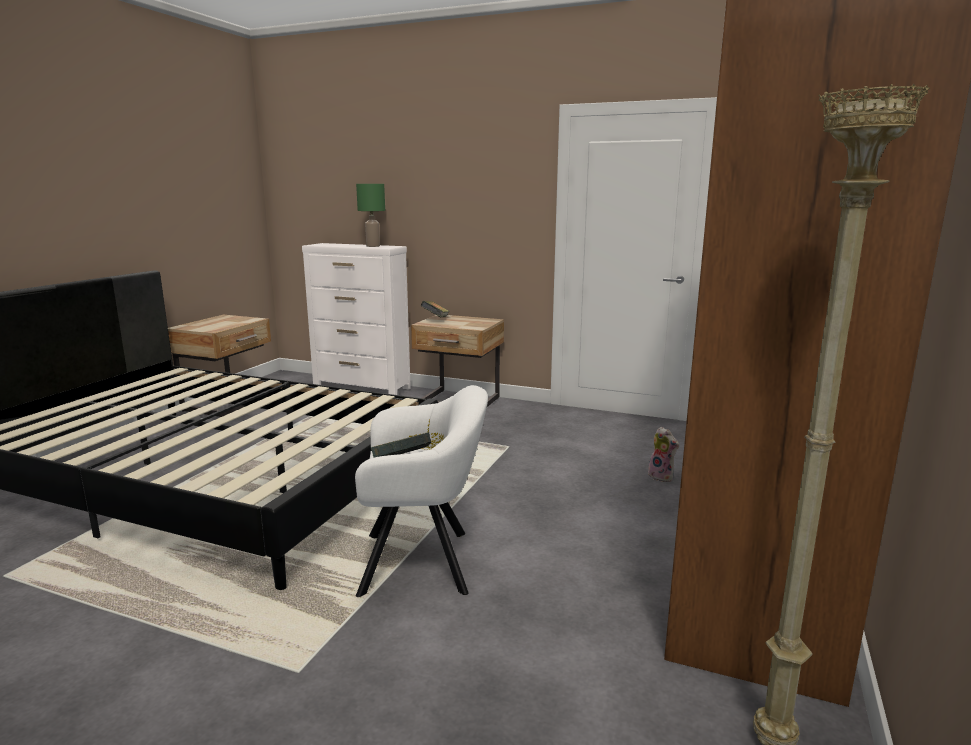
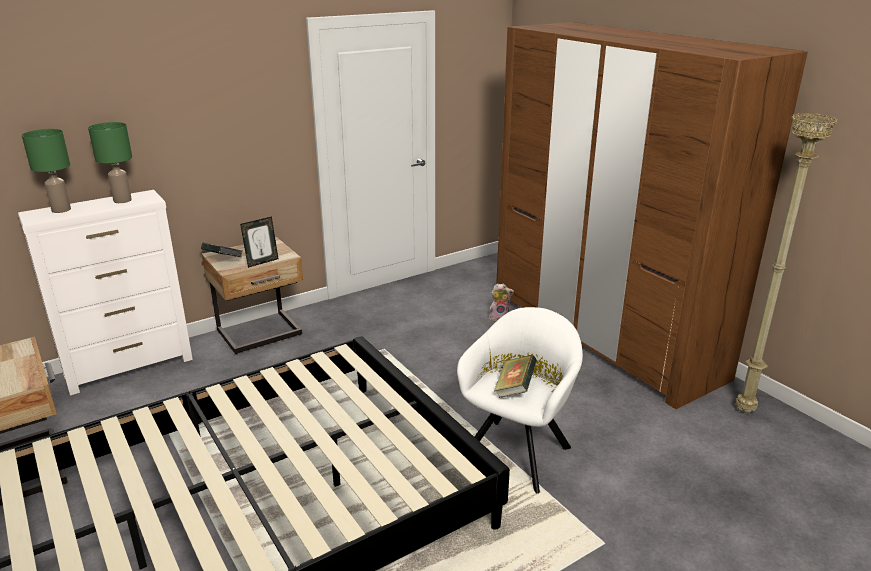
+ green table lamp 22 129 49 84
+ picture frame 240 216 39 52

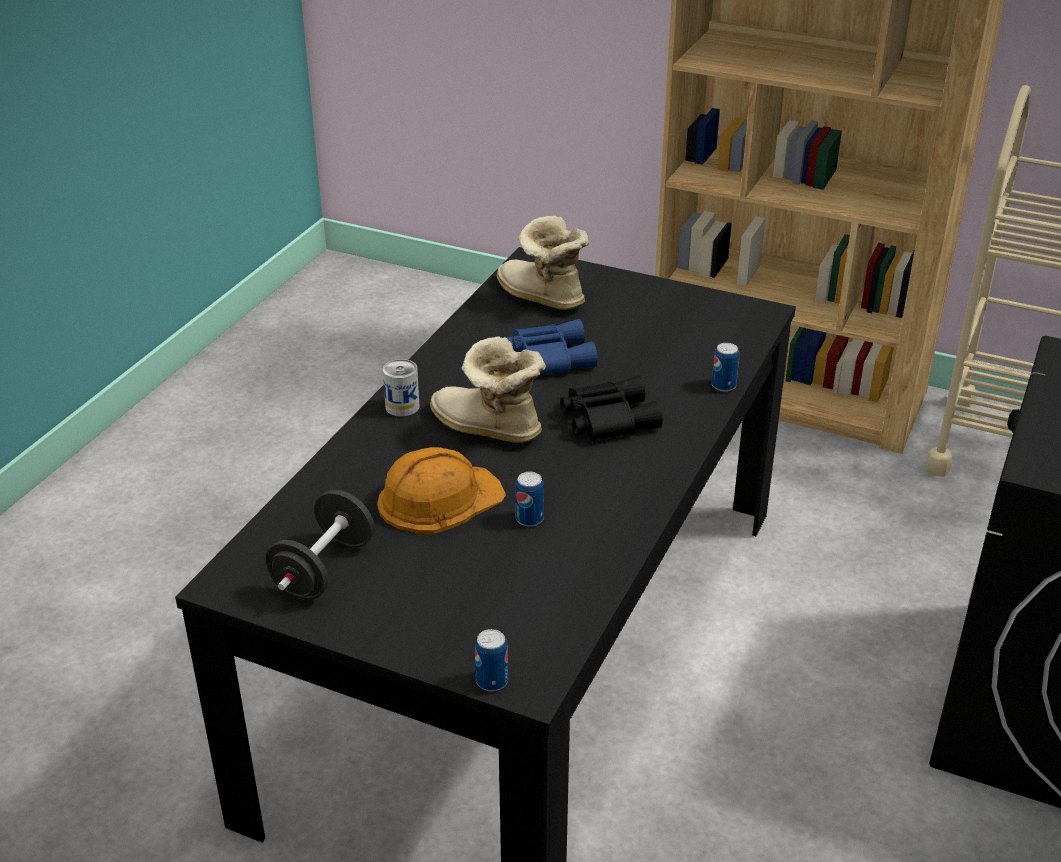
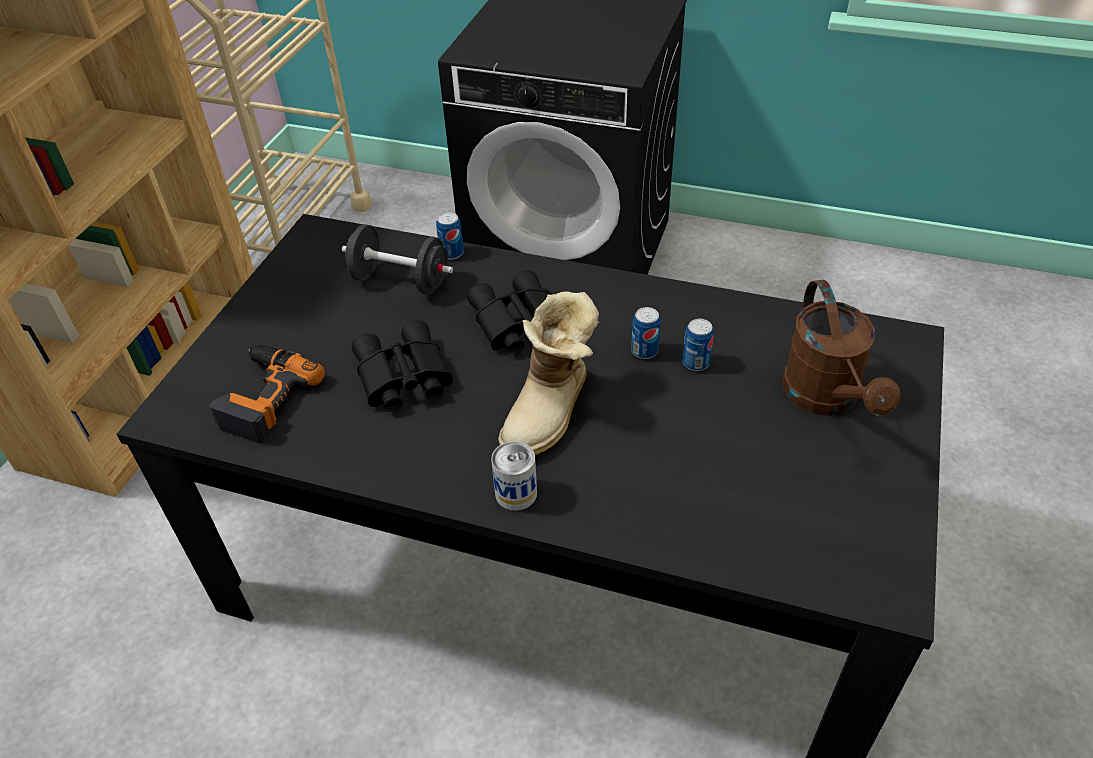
~ boot 497 216 92 94 to power drill 209 345 116 98
~ black dumbbell 266 490 108 110 to 342 224 111 71
~ blue binoculars 505 319 93 56 to black binoculars 352 320 101 91
~ can 475 629 33 62 to 631 307 30 52
+ brown watering can 782 280 119 136
- orange hard hat 377 447 129 87

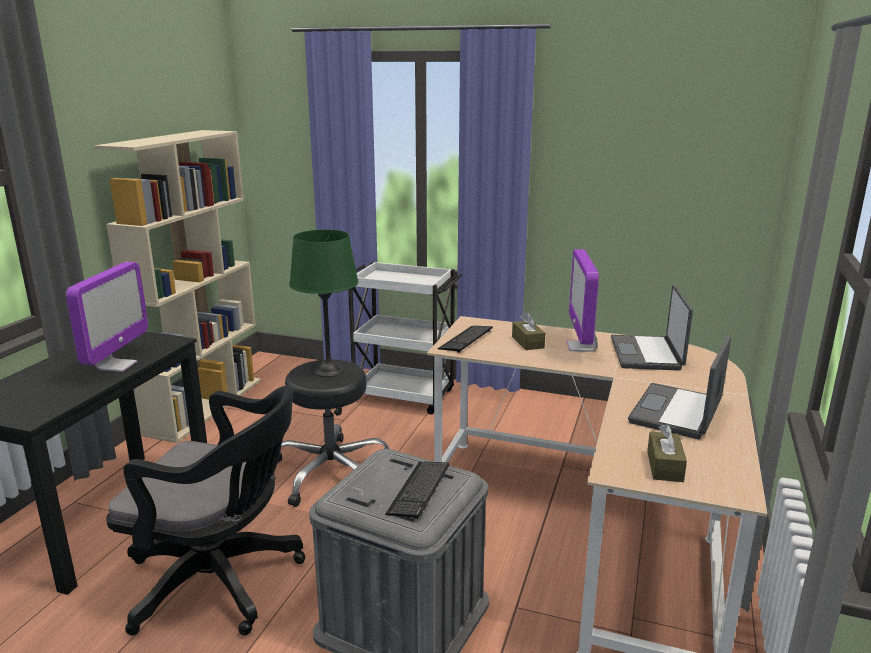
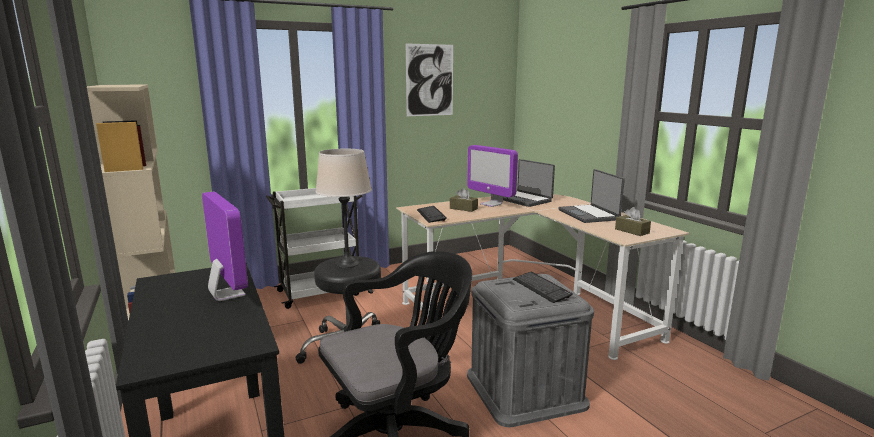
~ green table lamp 289 229 70 148 to beige table lamp 315 149 57 119
+ picture 406 43 47 73

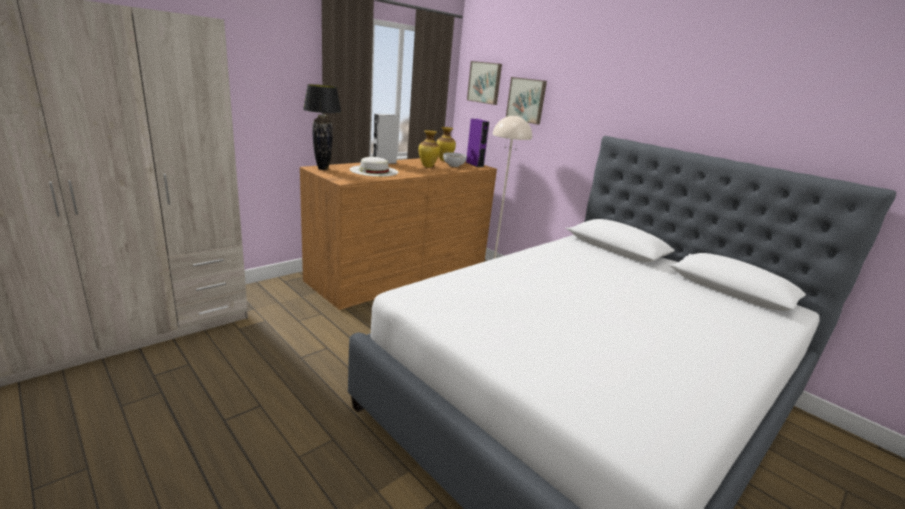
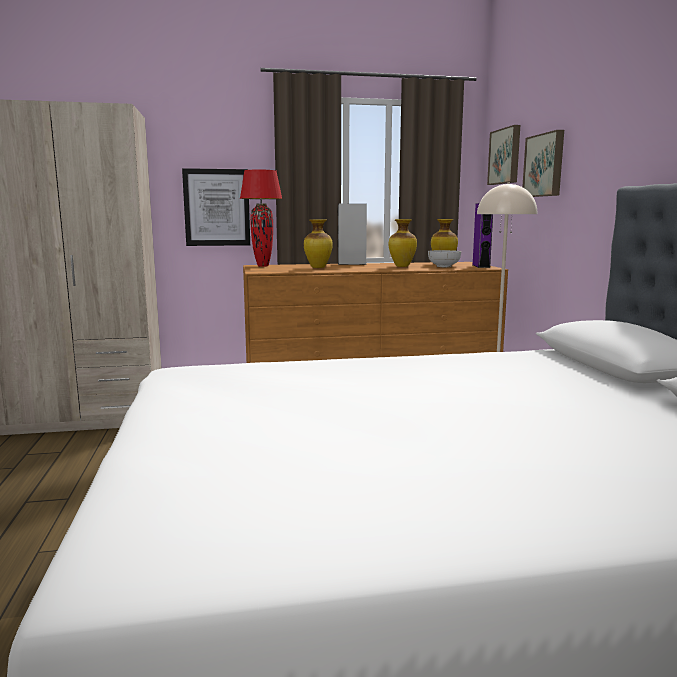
+ picture 182 168 68 78
~ black table lamp 303 84 38 86 to red table lamp 240 170 43 97
~ white hat 349 157 50 20 to vase 304 219 29 49

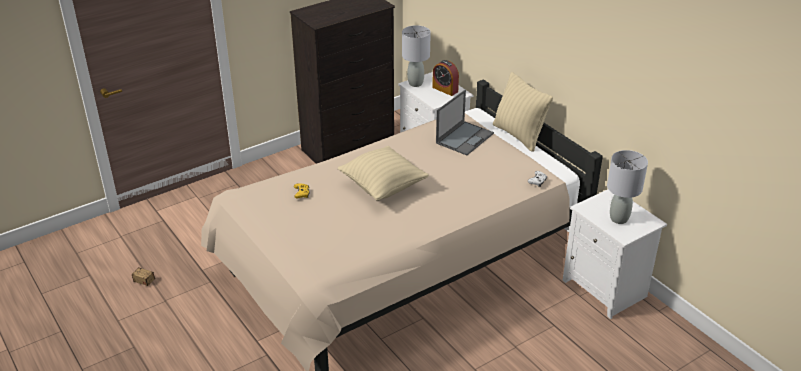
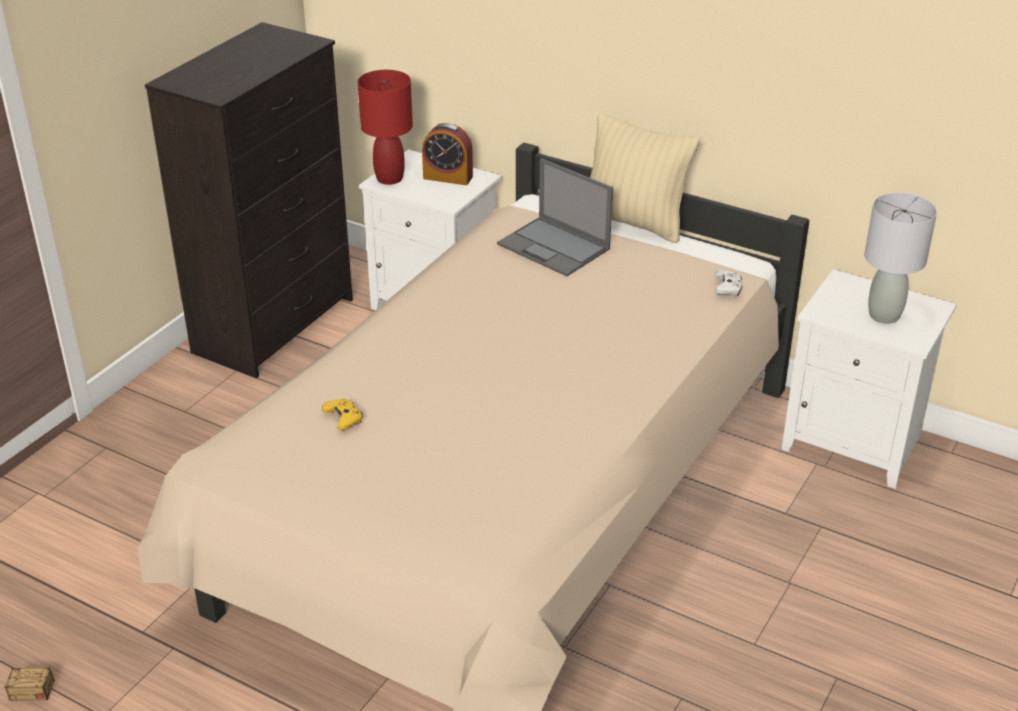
~ grey table lamp 402 25 29 62 to red table lamp 358 70 55 115
~ laptop 436 90 58 65 = 497 158 116 118 120 degrees clockwise
- beige pillow 337 146 92 55

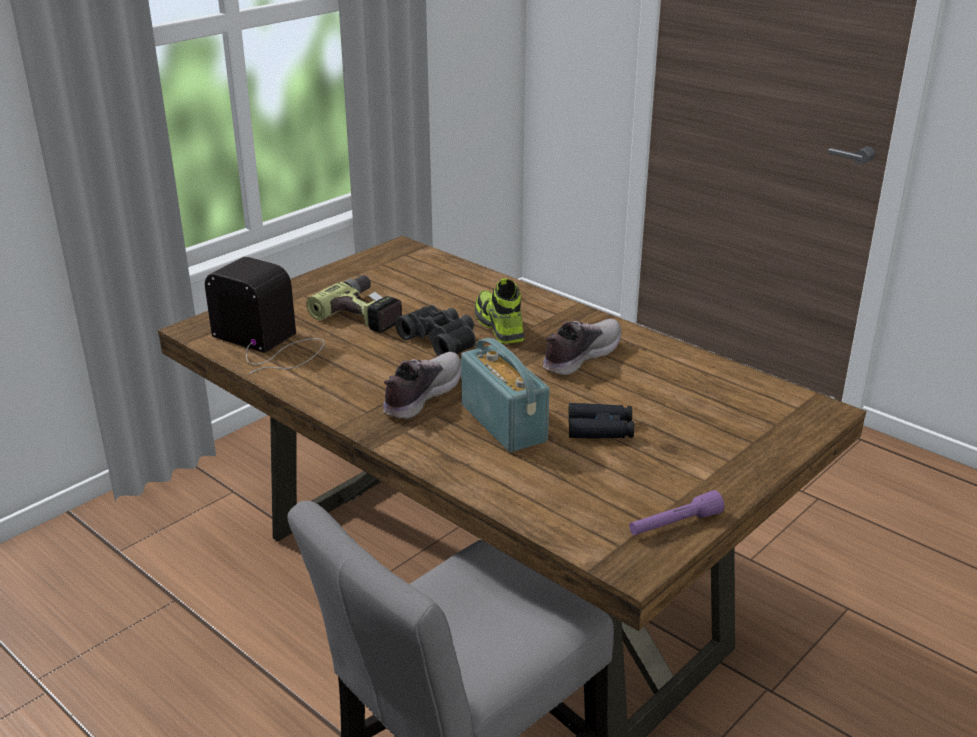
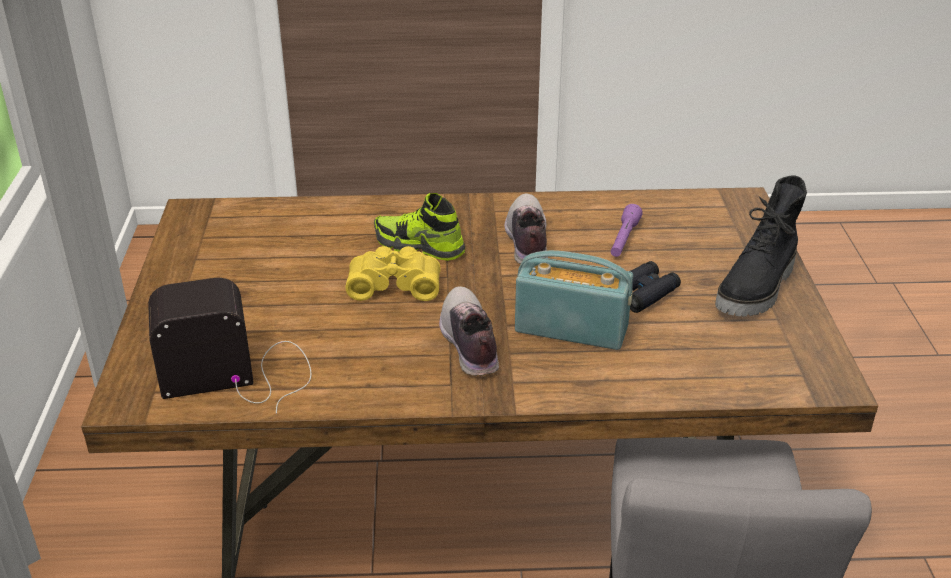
~ black binoculars 395 305 81 51 to yellow binoculars 345 246 96 55
~ purple flashlight 629 490 95 45 to 611 204 32 53
+ black boot 715 176 92 140
- power drill 306 275 96 58

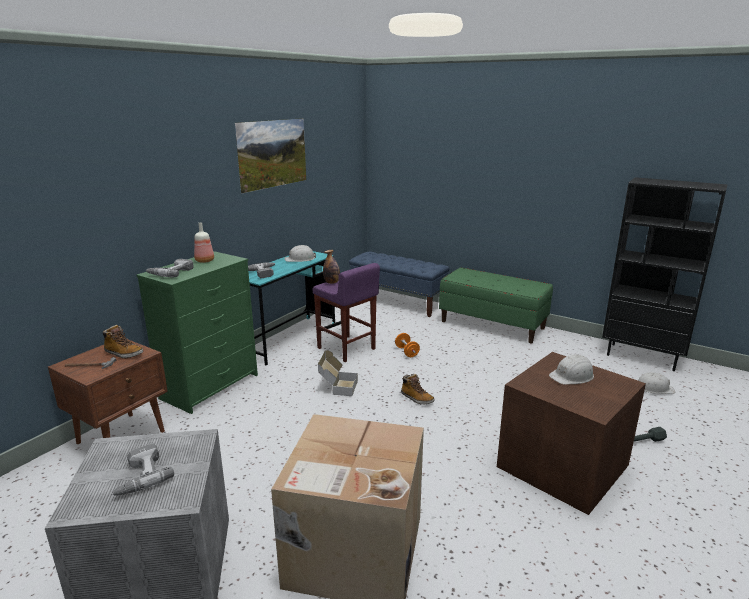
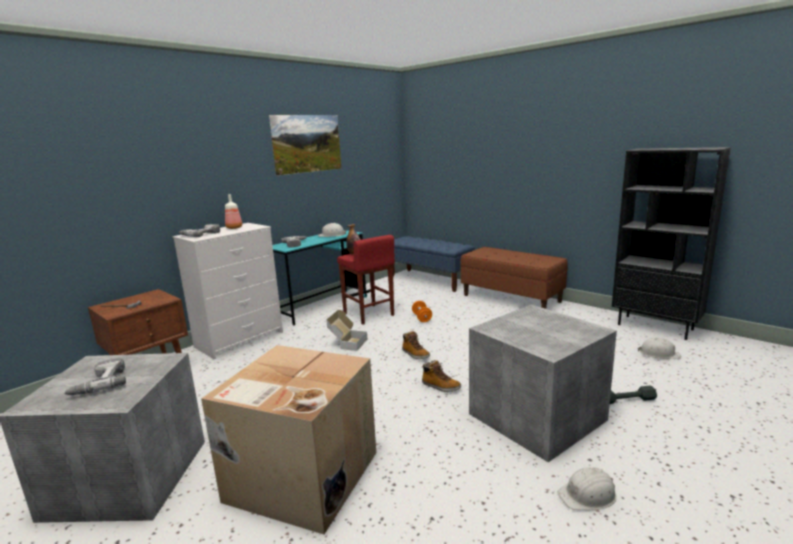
~ green dresser 137 251 121 163 to white dresser 172 223 111 136
~ purple stool 312 263 68 99 to red stool 337 235 58 90
~ boot 103 325 40 33 to 422 360 39 32
~ green bench 439 268 114 75 to brown bench 461 247 107 62
~ brown storage box 497 352 149 163 to grey storage box 469 304 148 158
~ white hard hat 549 354 45 31 to 557 467 59 43

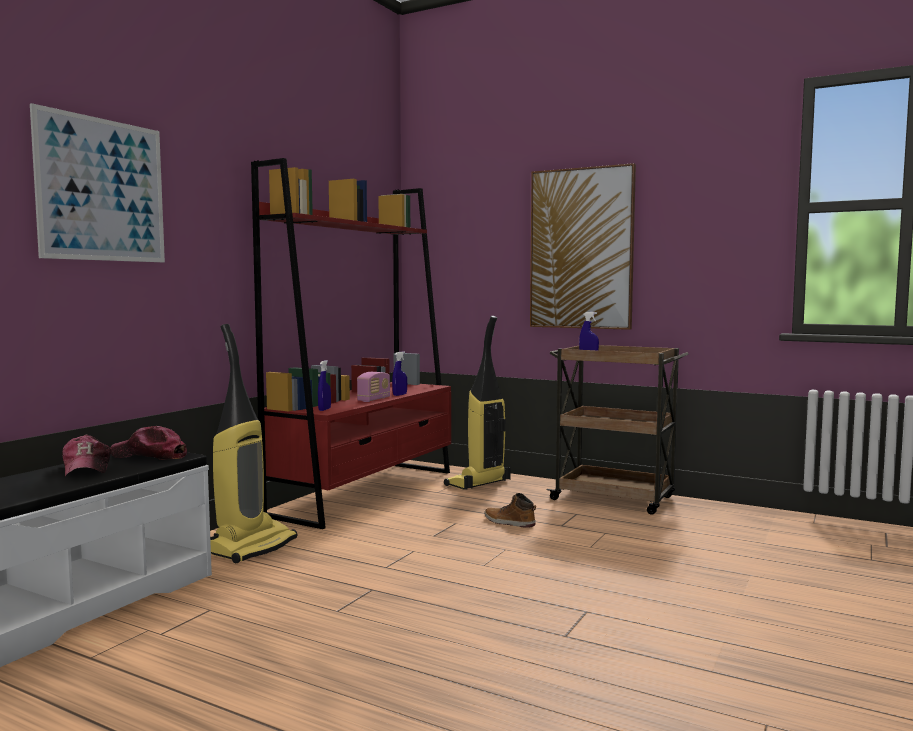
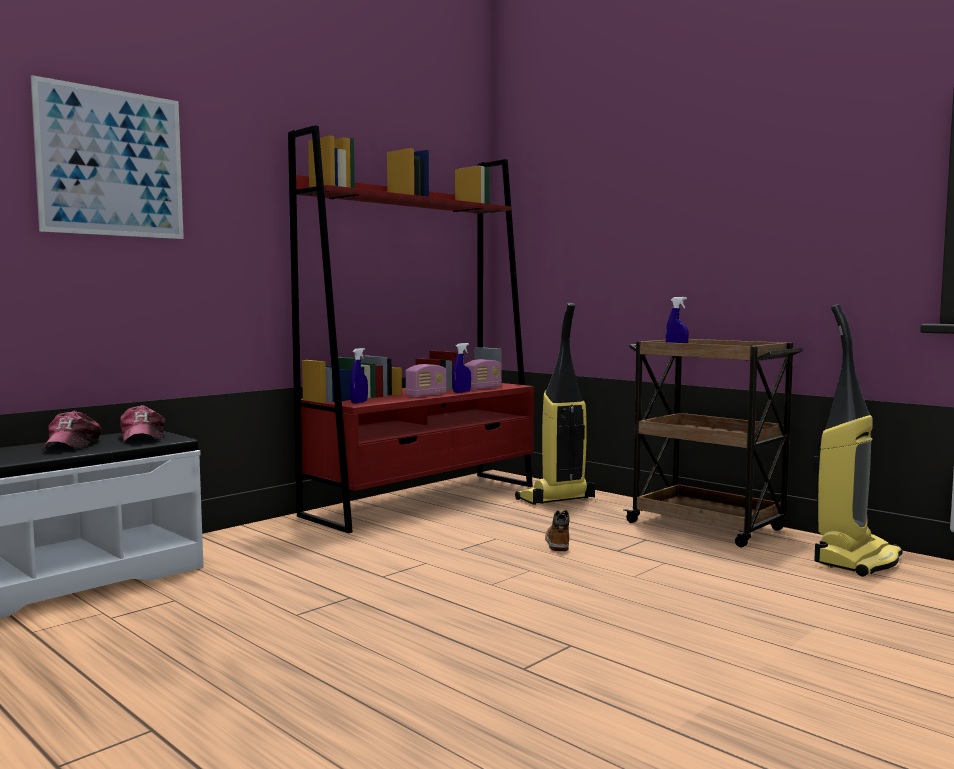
~ cap 111 426 76 34 = 120 405 46 37 135 degrees counterclockwise
+ radio 465 359 37 31
~ boot 485 493 51 35 = 545 510 25 41 45 degrees clockwise
~ vacuum cleaner 210 324 87 239 to 813 304 90 272
- picture 530 163 106 167

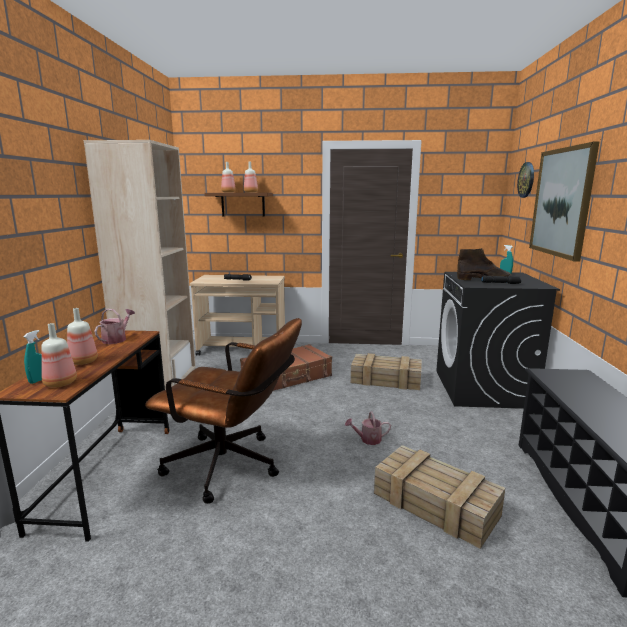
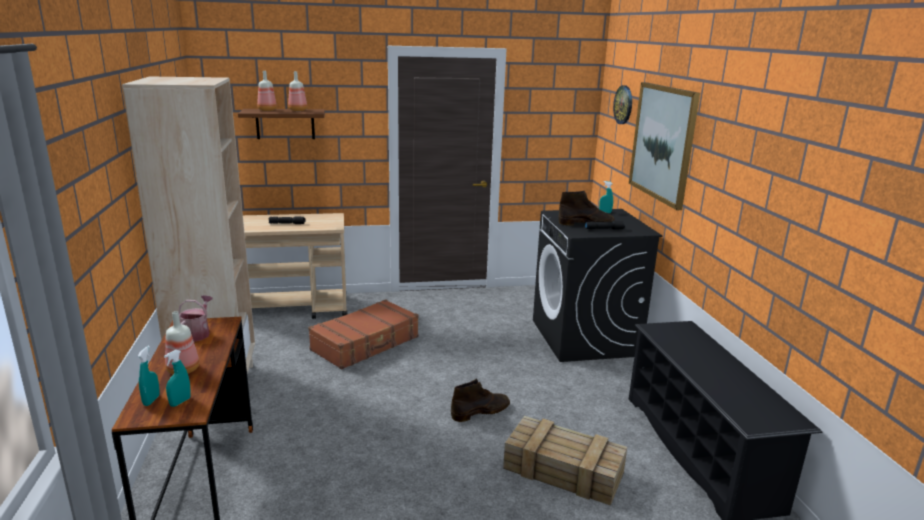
~ bottle 41 323 36 65 to turquoise spray bottle 164 350 27 57
~ watering can 345 411 46 34 to brown boot 451 378 59 44
- brown office chair 145 318 157 186
- crate 351 353 71 37

